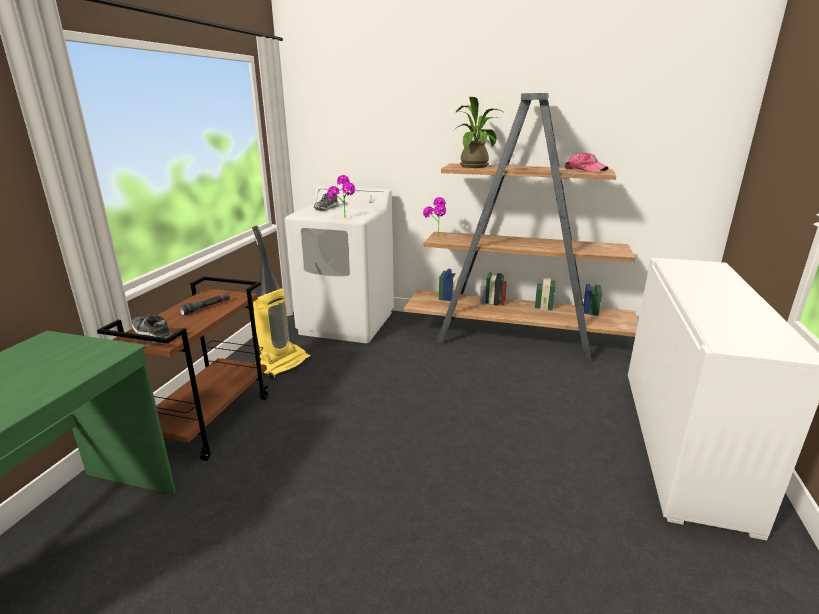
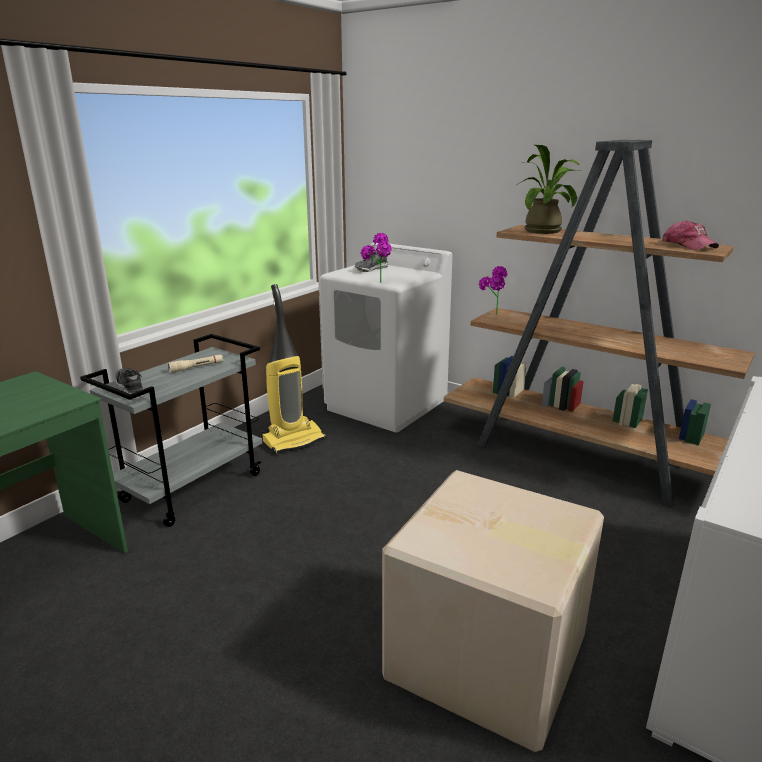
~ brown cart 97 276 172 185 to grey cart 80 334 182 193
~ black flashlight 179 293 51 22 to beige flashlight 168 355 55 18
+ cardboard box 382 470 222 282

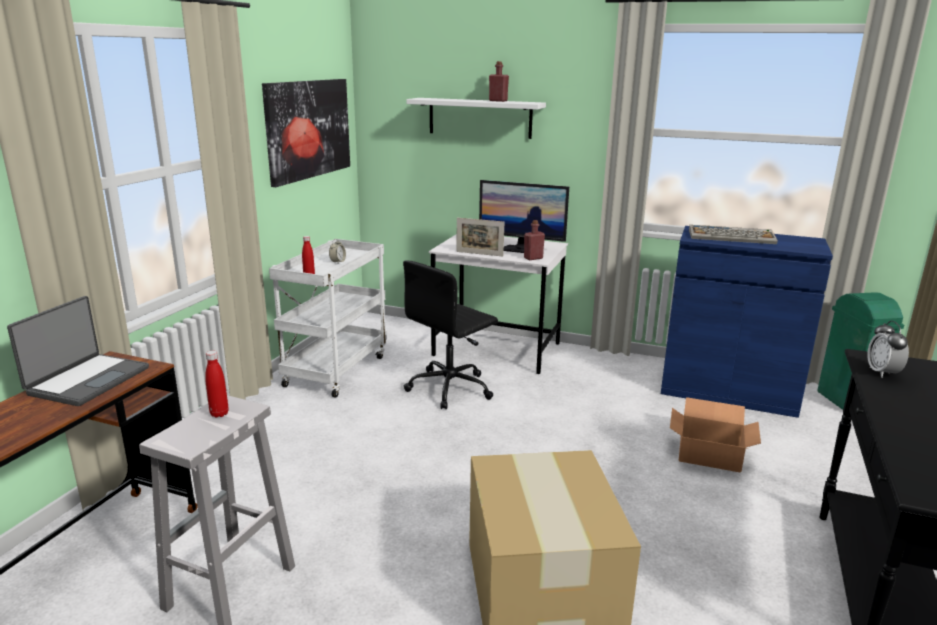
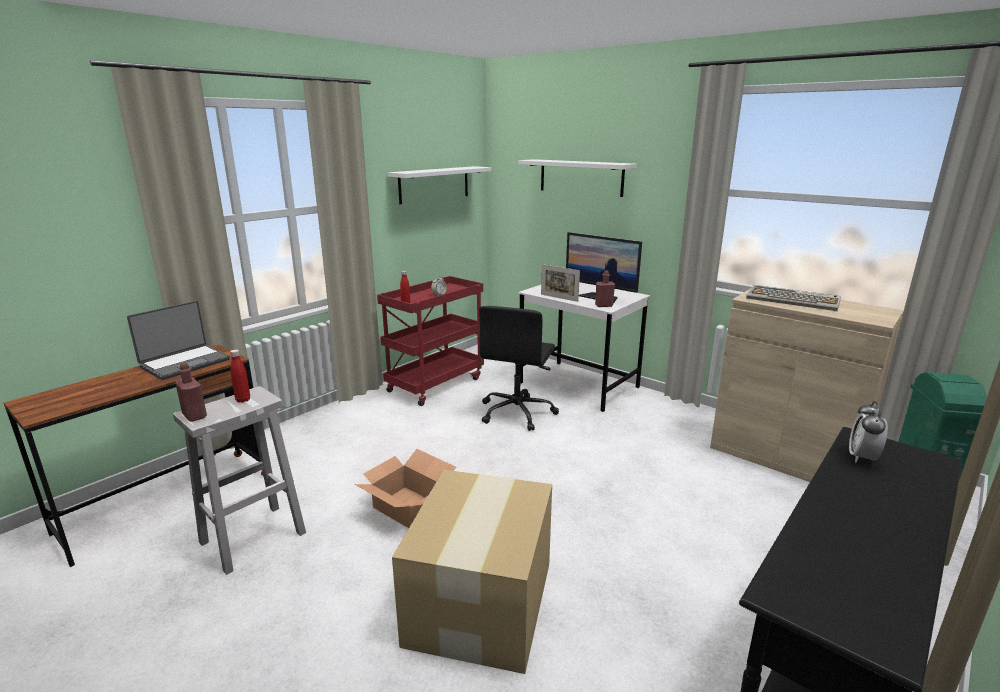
~ red bottle 489 61 20 41 to 175 363 32 59
~ cardboard box 670 397 91 76 to 355 449 101 79
~ white cart 269 239 118 159 to red cart 377 276 107 130
~ picture 262 79 88 108 to white shelf 388 166 103 38
~ black office chair 403 260 95 150 = 479 306 80 125 45 degrees counterclockwise
~ blue cabinet 661 226 172 192 to beige cabinet 710 288 194 194

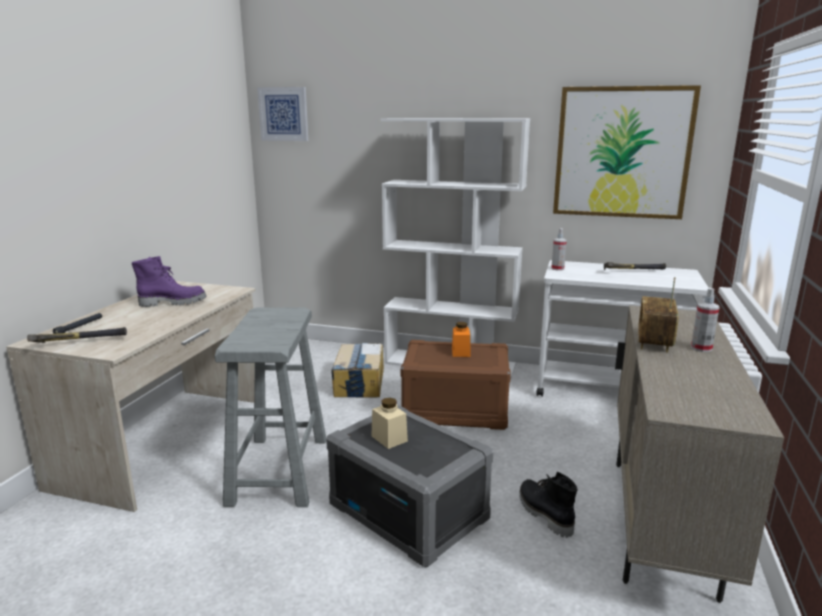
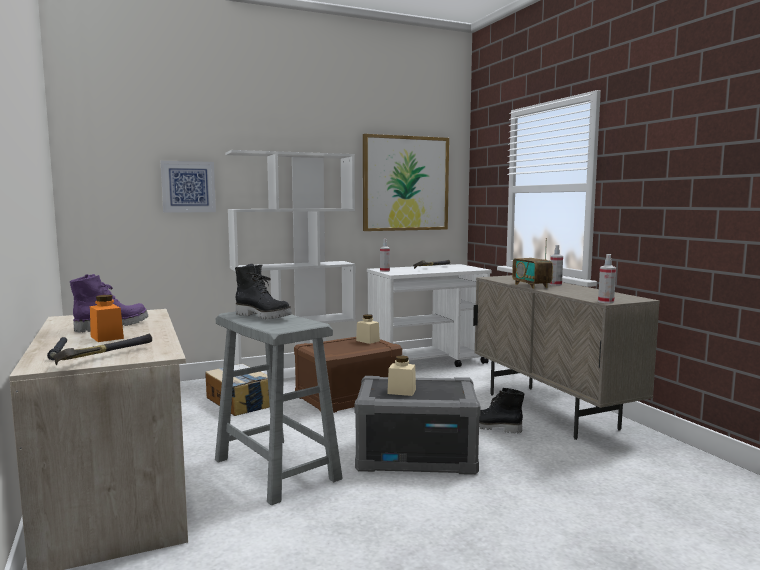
~ orange jar 452 322 18 35 to 90 295 34 47
~ picture 257 87 51 54 to 161 161 55 52
+ black boot 235 264 57 55
+ beige jar 356 314 24 30
+ spray bottle 598 254 18 49

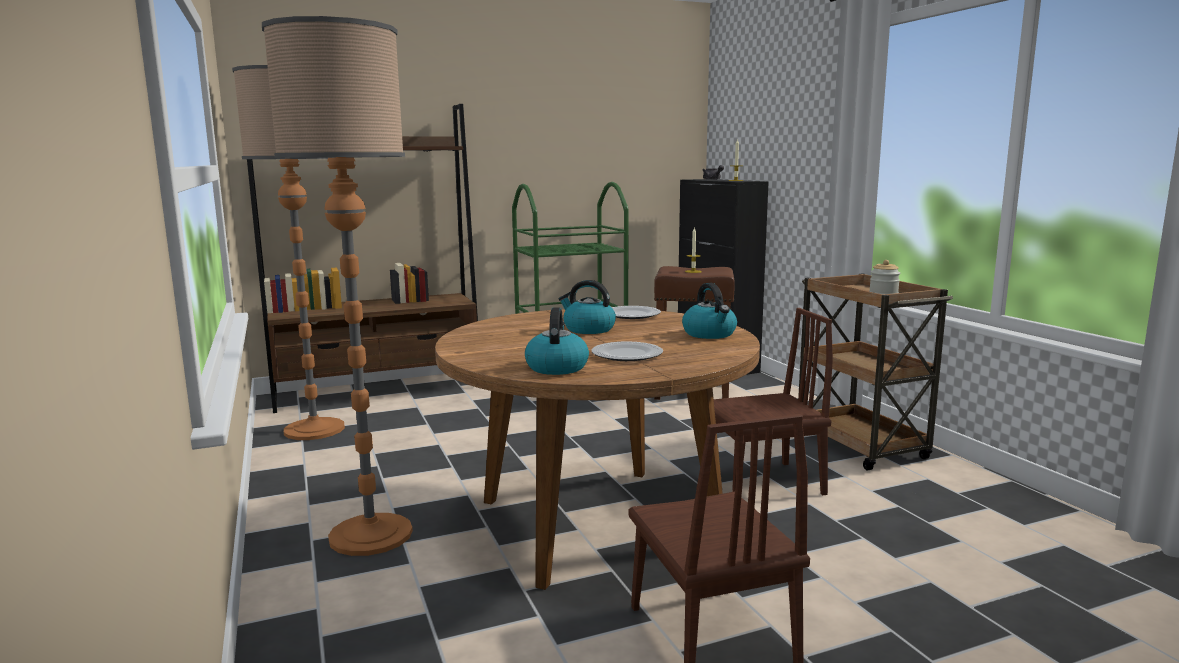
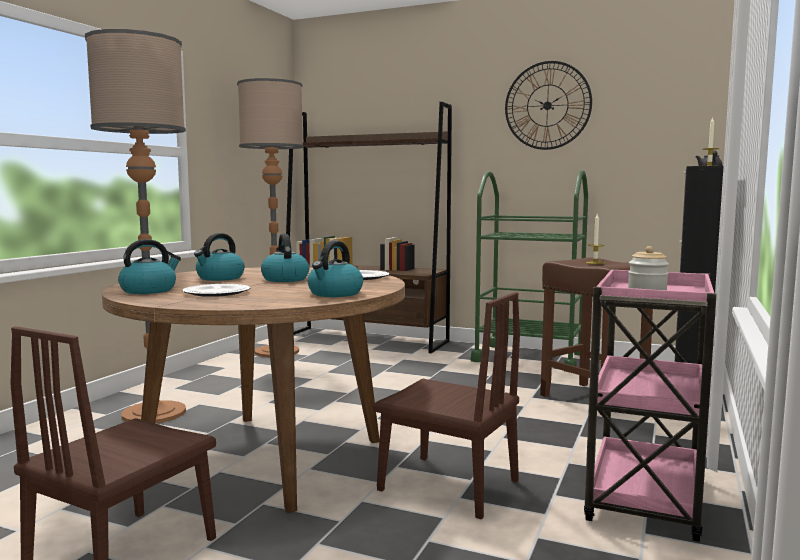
+ kettle 194 233 51 48
+ wall clock 505 61 87 89
~ brown cart 798 273 155 198 to pink cart 584 269 133 273

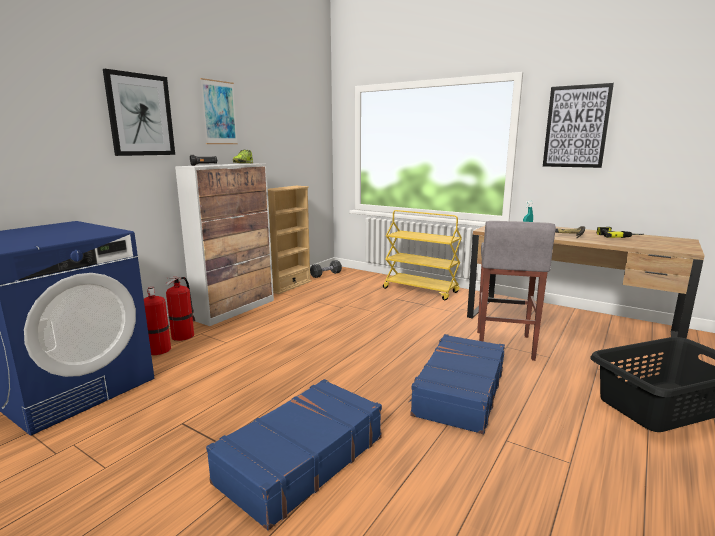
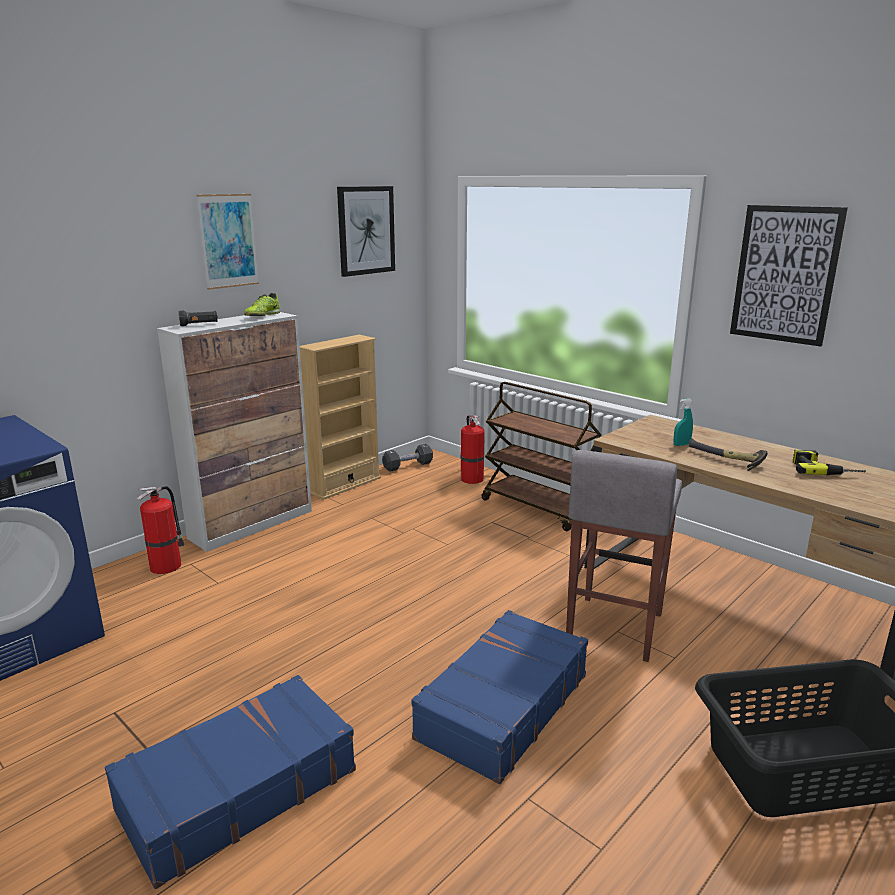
~ picture 103 69 72 87 to 337 186 58 91
~ fire extinguisher 144 286 27 69 to 461 415 24 69
~ yellow cart 383 210 79 90 to brown cart 482 382 120 149

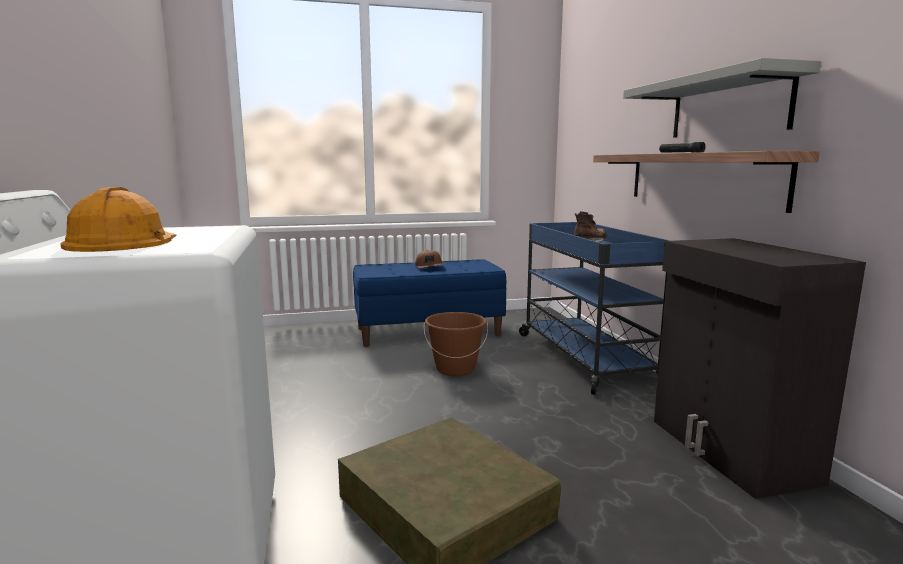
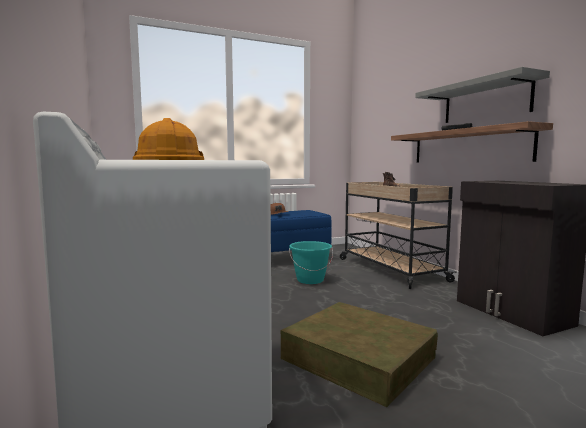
~ brown bucket 424 312 64 64 to turquoise bucket 289 241 44 43
~ blue cart 519 222 151 173 to beige cart 340 182 117 107

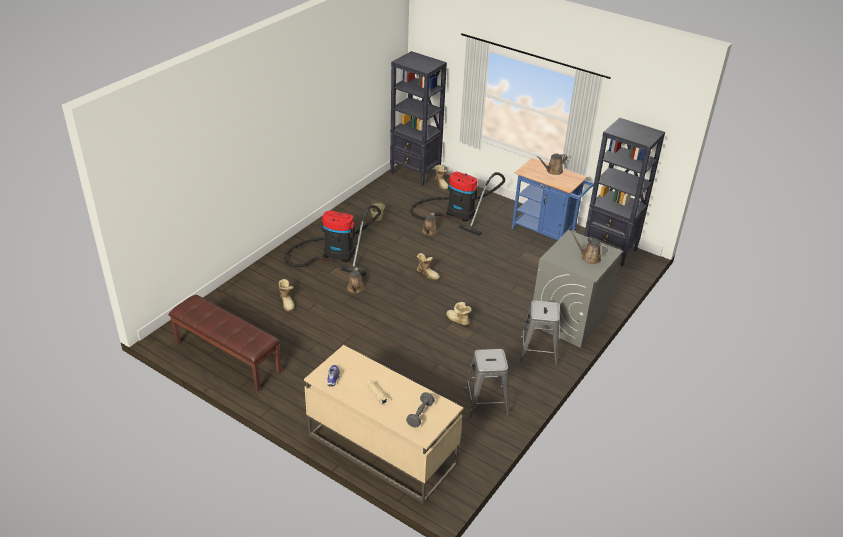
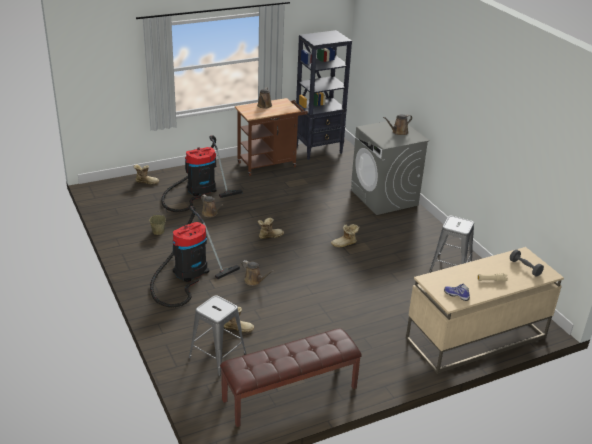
~ grey stool 520 300 40 66 to 189 295 57 81
~ blue cart 511 158 83 82 to brown cart 235 98 73 78
- black bookcase 390 51 57 135

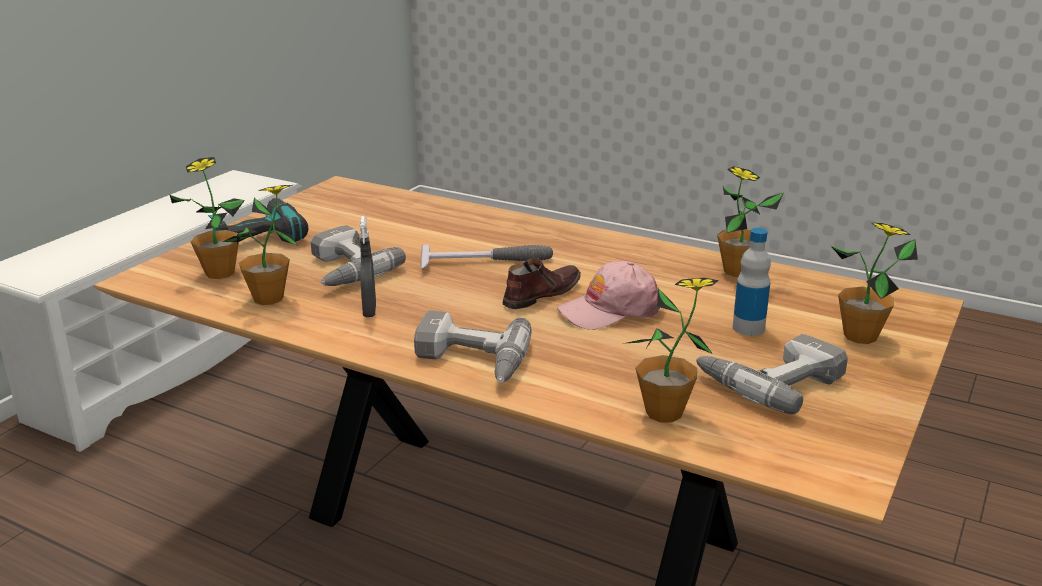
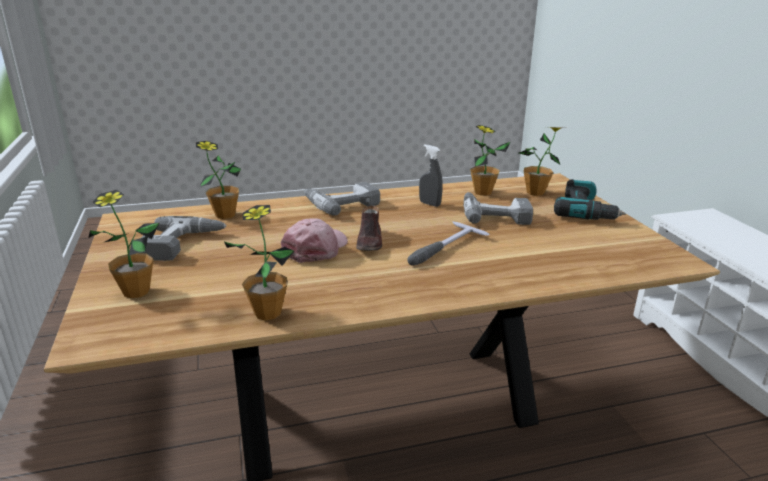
- bottle 733 228 38 108

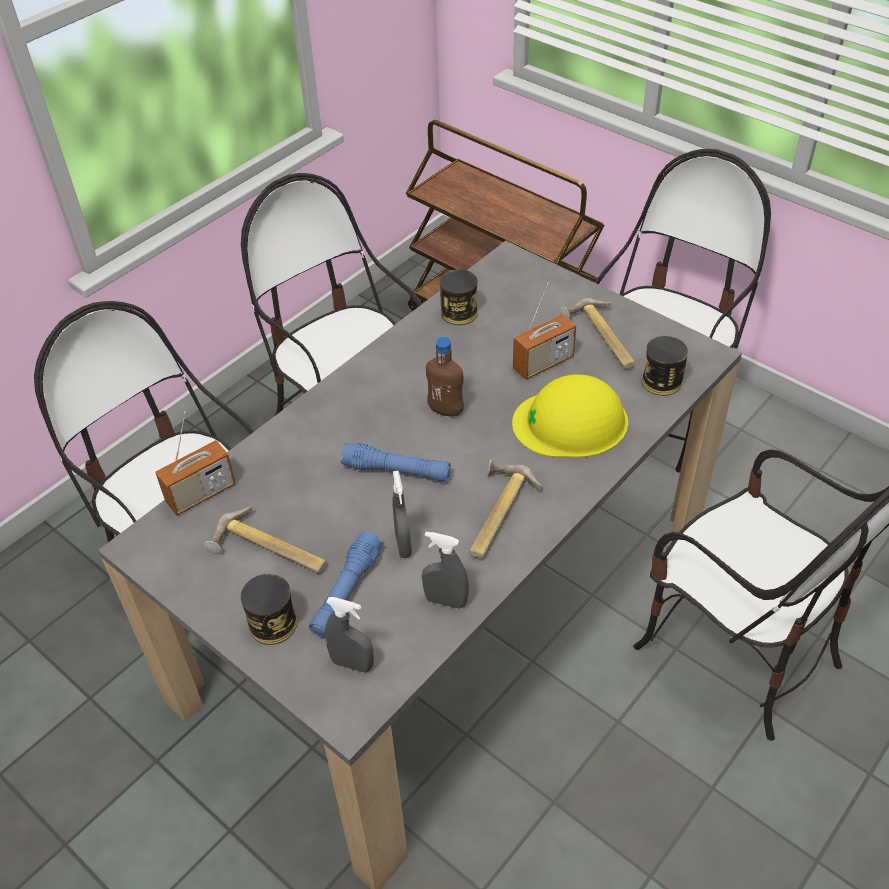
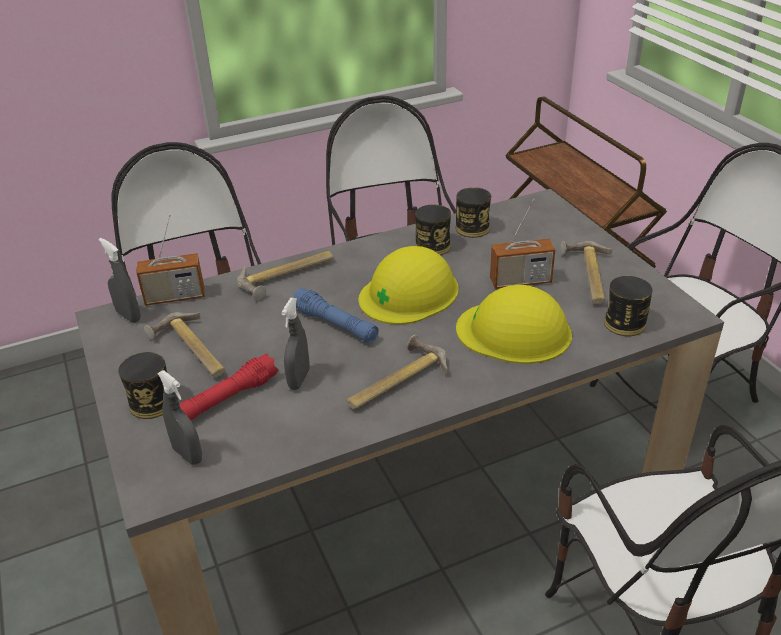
~ grey spray bottle 422 531 47 78 to 99 238 42 85
~ blue flashlight 309 530 74 108 to red flashlight 180 353 98 67
+ hammer 237 251 96 50
~ brown bottle 426 337 38 80 to yellow hard hat 359 246 100 78
+ can 415 204 36 51

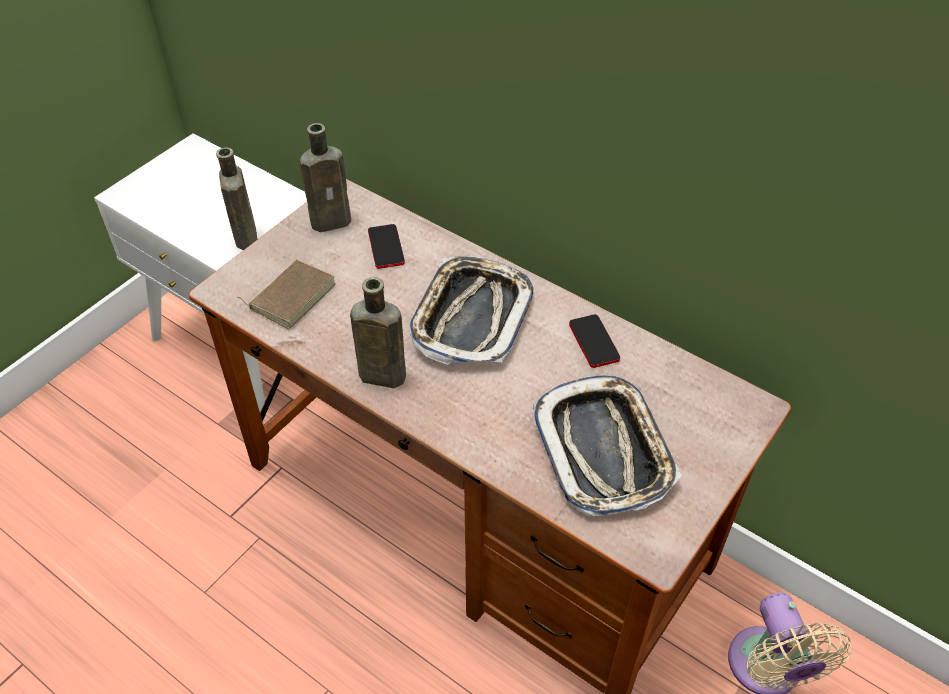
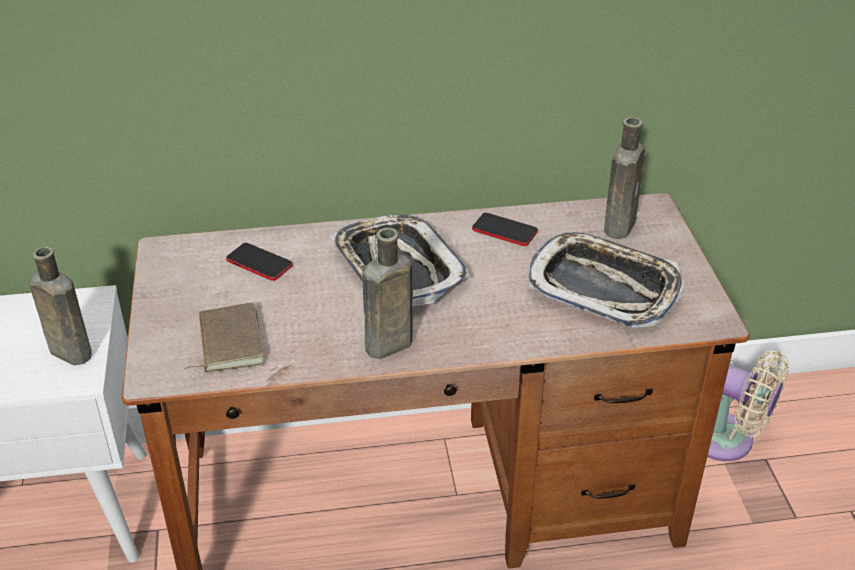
~ brown bottle 299 123 52 109 to 604 117 41 122

